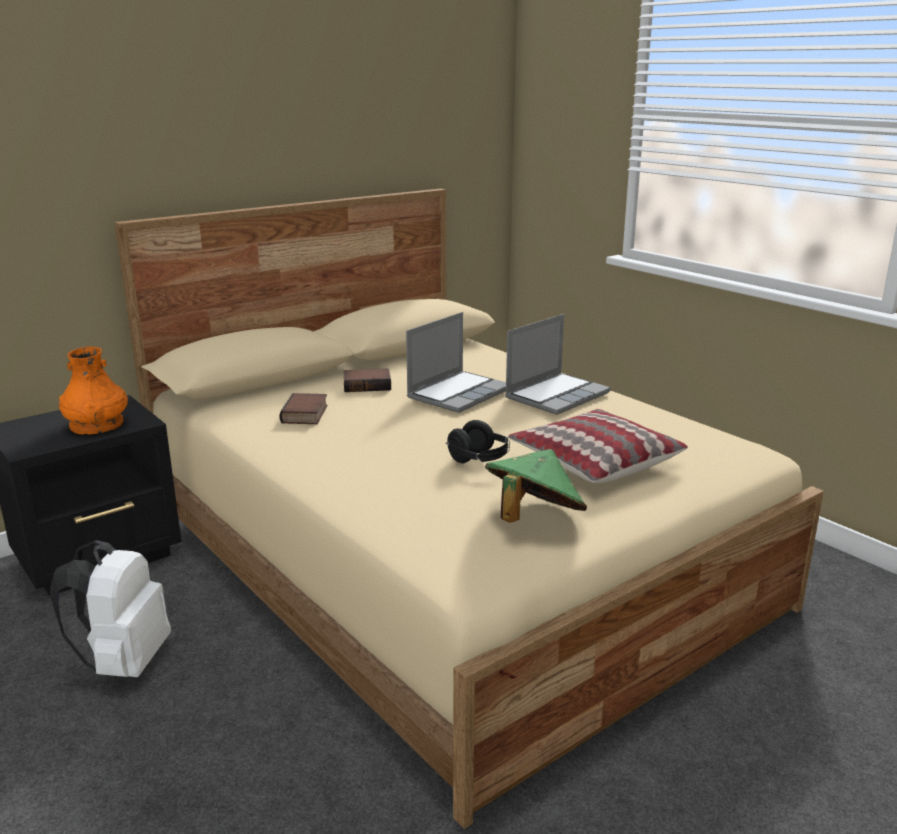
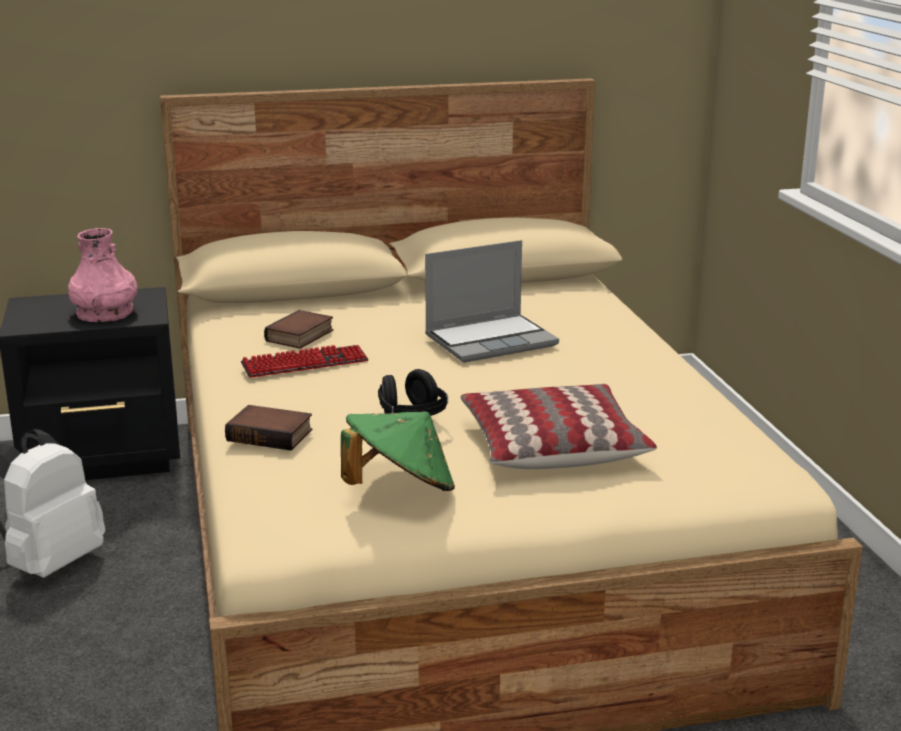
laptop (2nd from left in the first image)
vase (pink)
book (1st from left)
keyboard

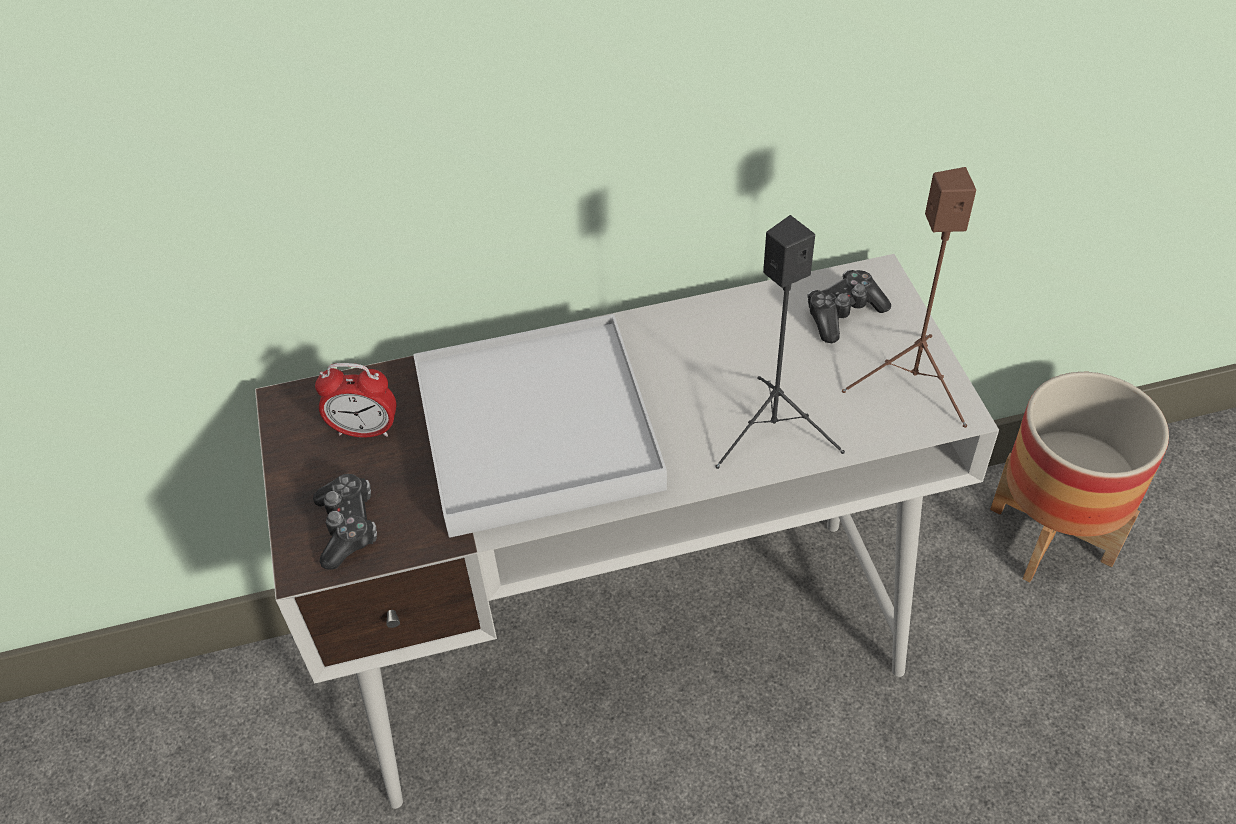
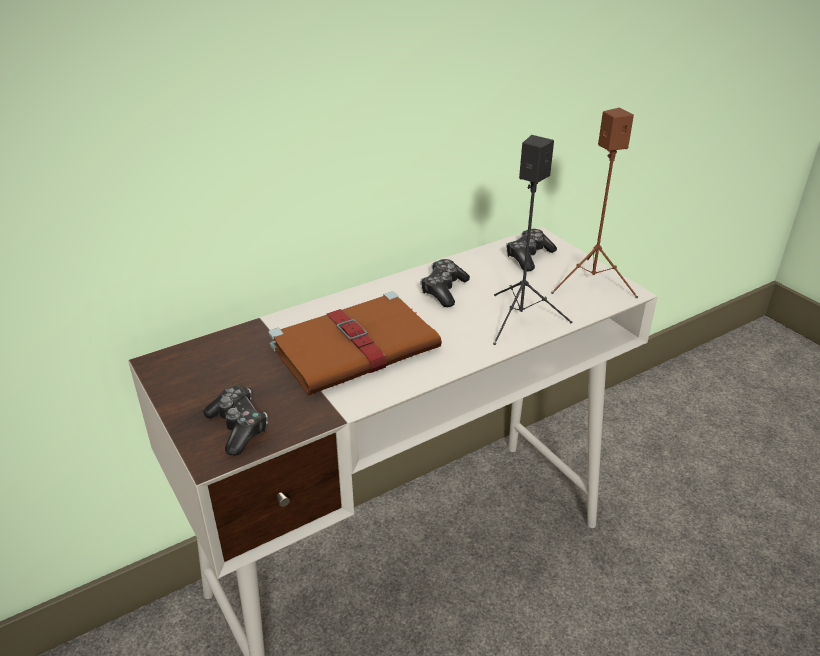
book (brown)
alarm clock
planter
game controller (2nd from left)

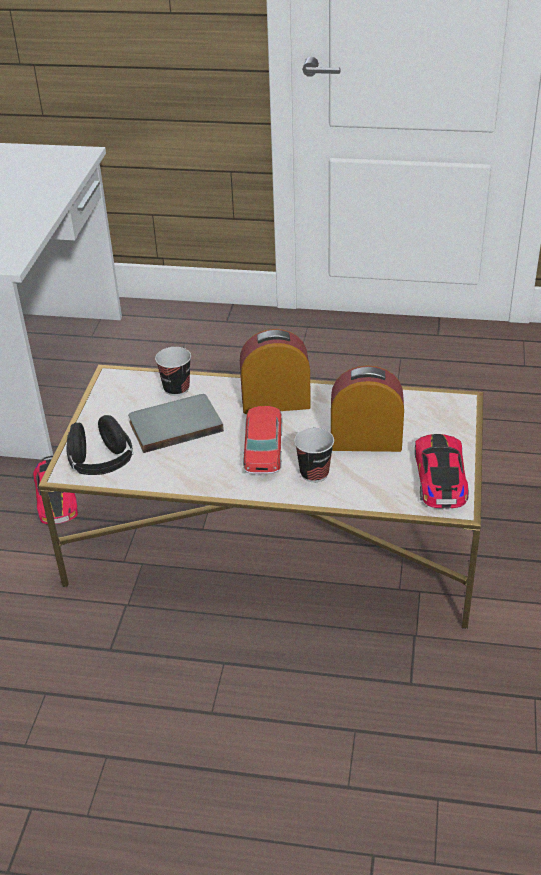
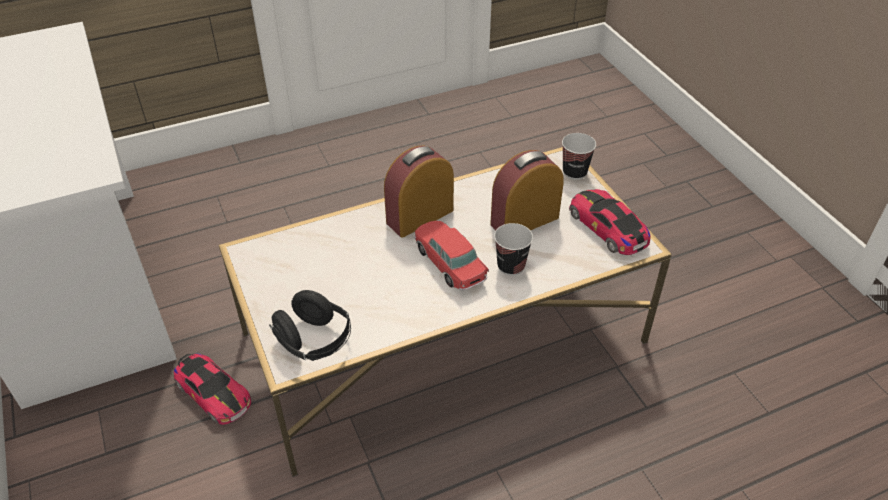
cup (2nd from left)
book (grey)

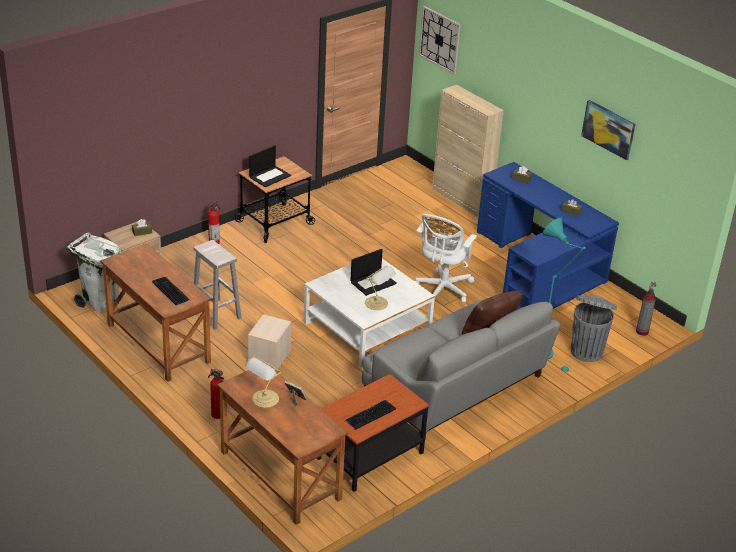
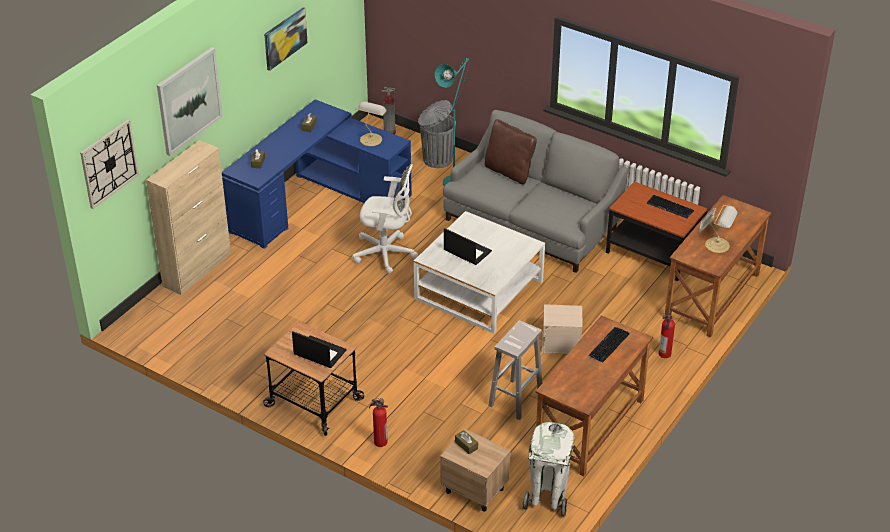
table lamp (1st from left)
picture (1st from left)

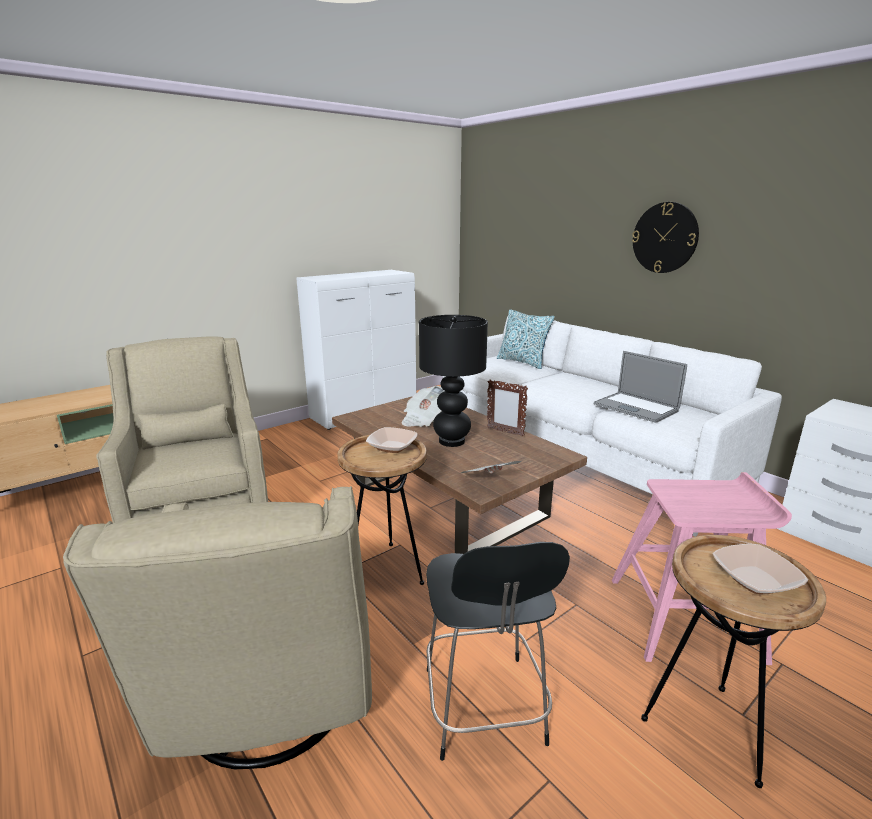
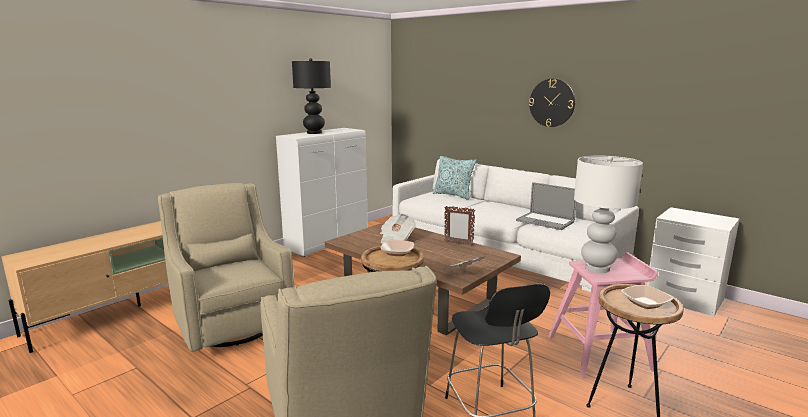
table lamp (black)
table lamp (white)

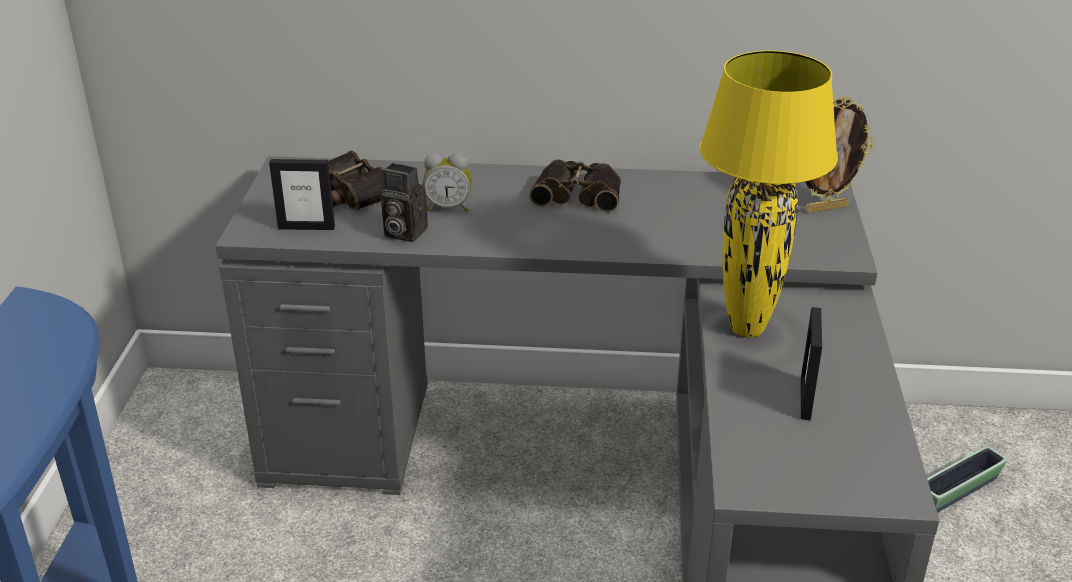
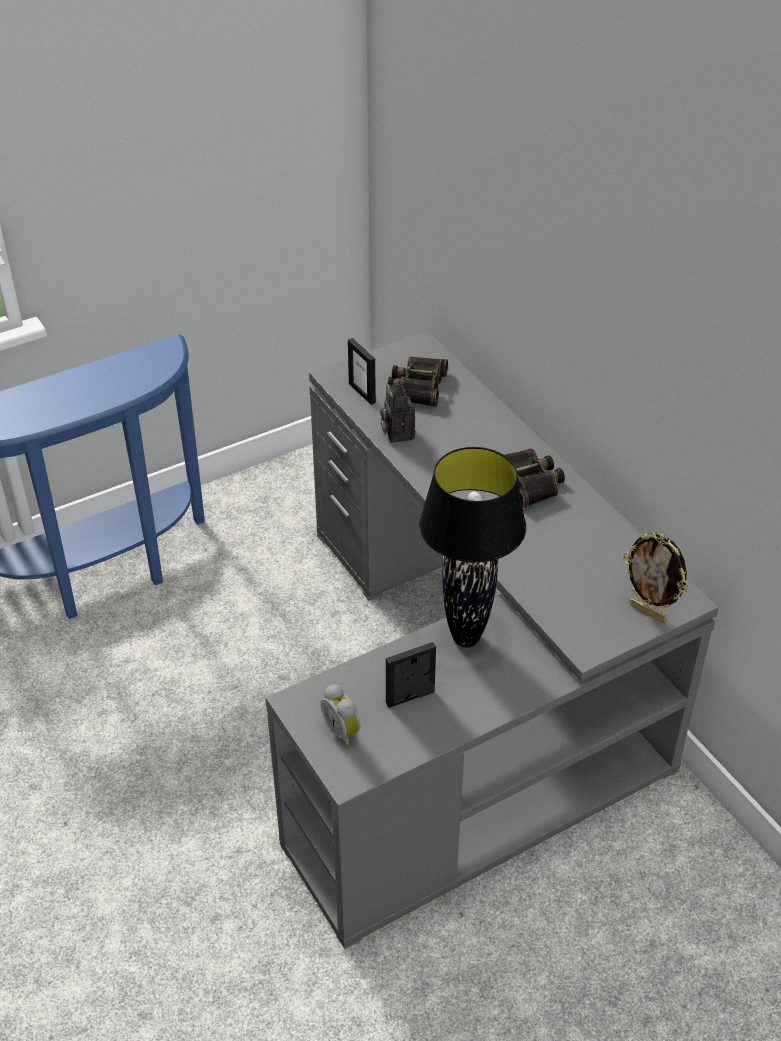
table lamp (black)
alarm clock
planter

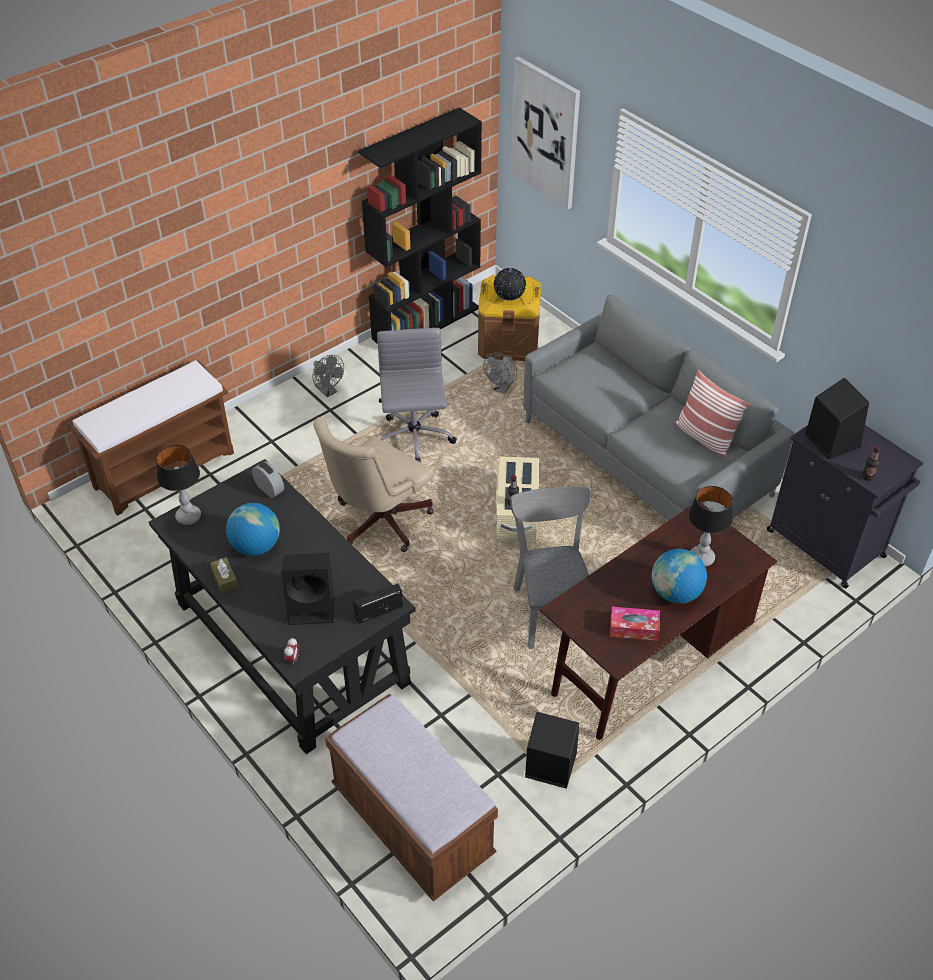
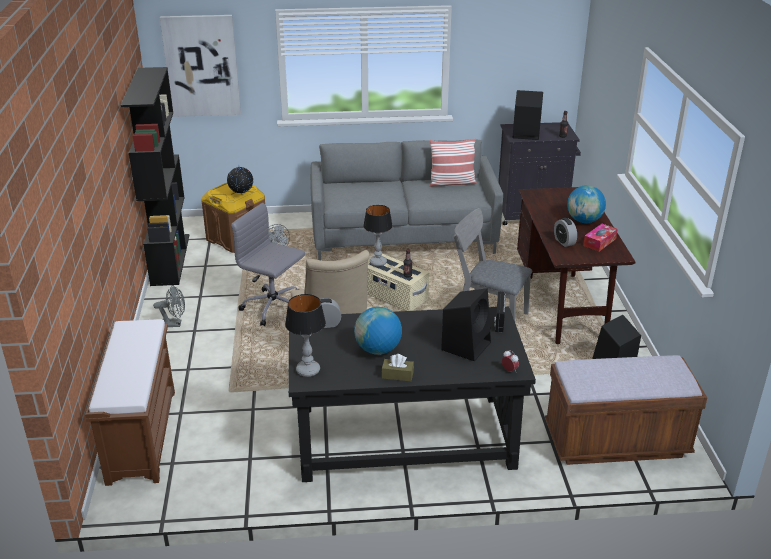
table lamp (2nd from left)
alarm clock (3rd from left)

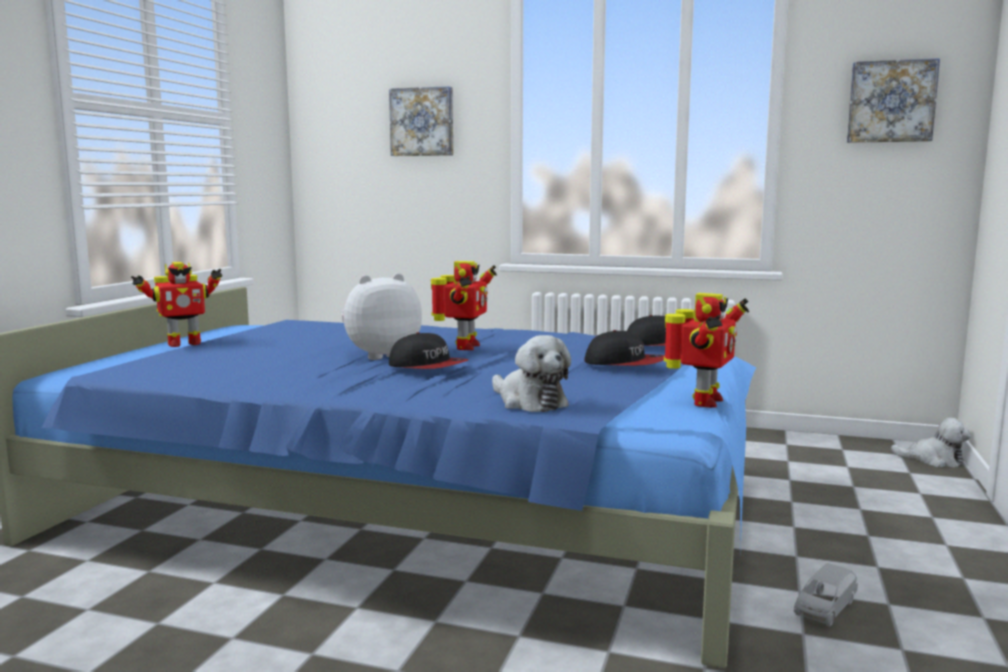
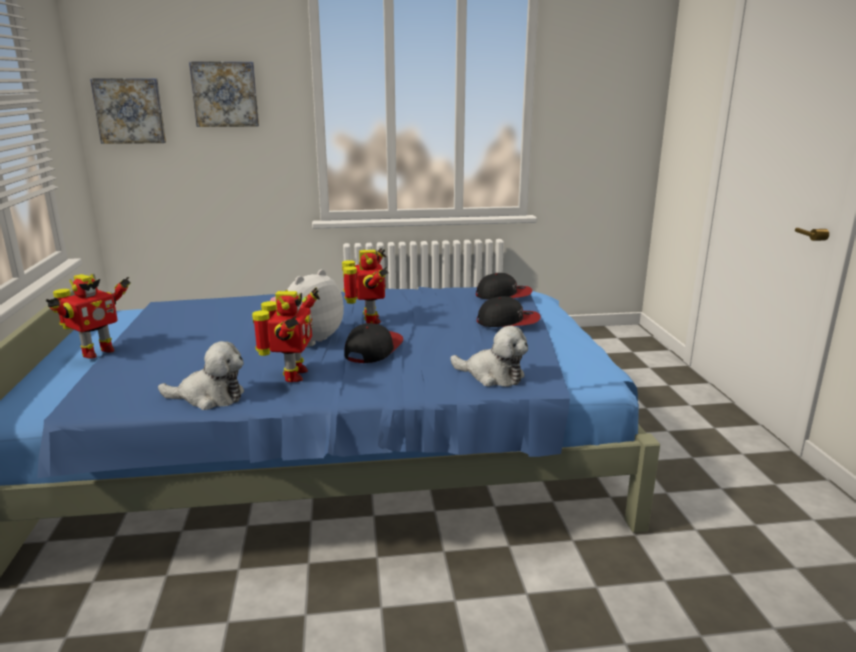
picture (1st from left)
toy robot (2nd from left)
cap (1st from left)
plush toy (1st from left)
toy car (grey)

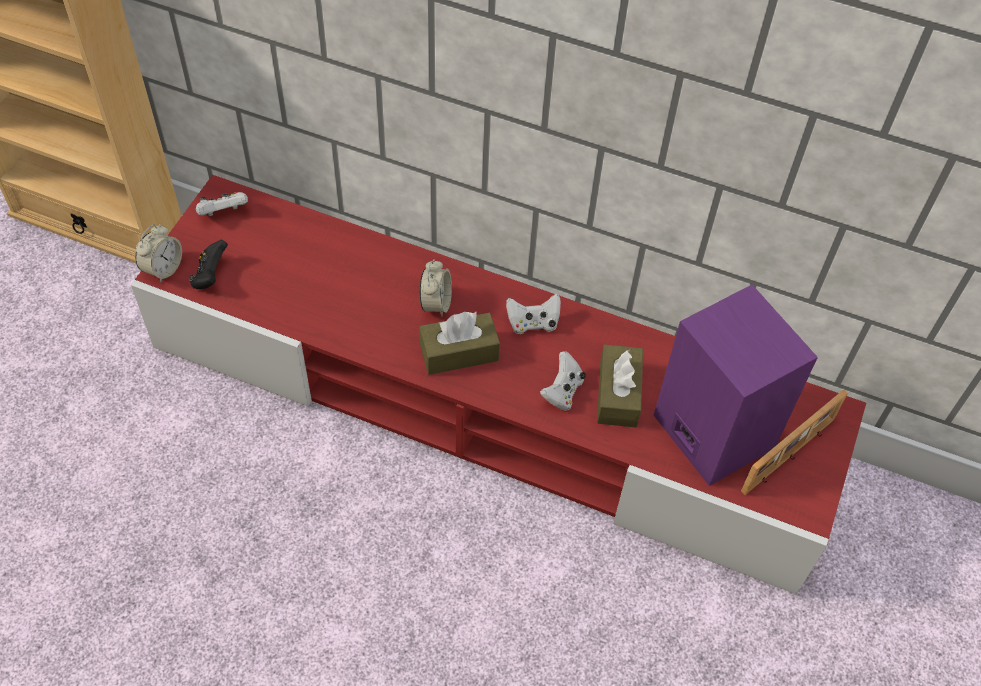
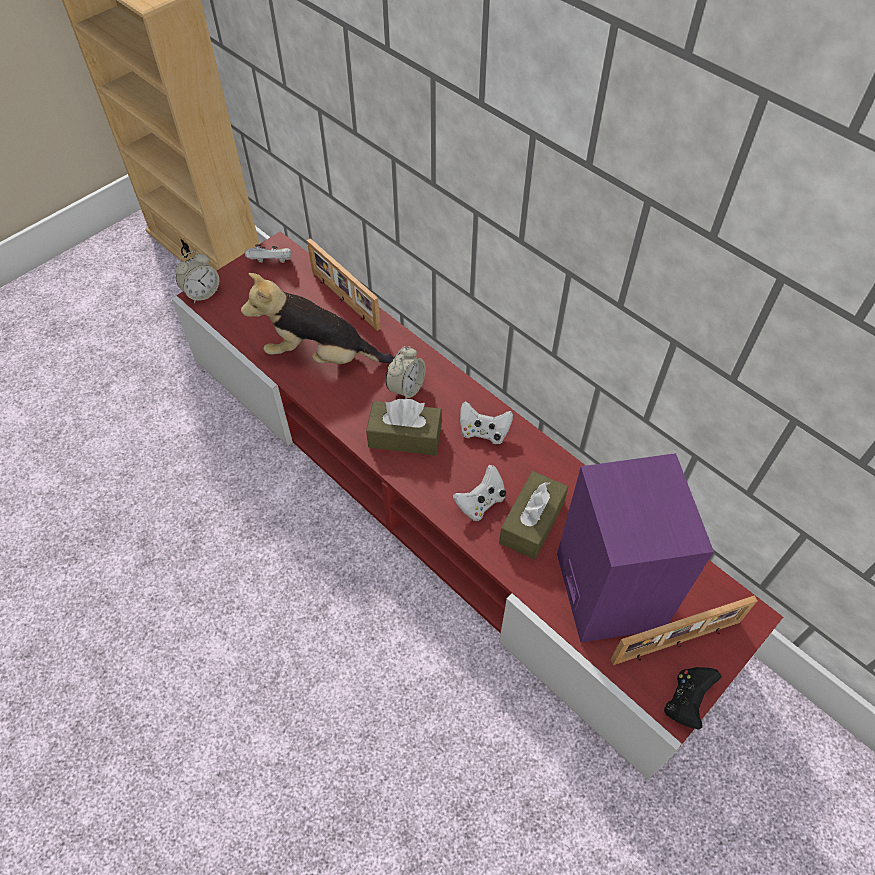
game controller (black)
picture frame (1st from left)
plush toy

